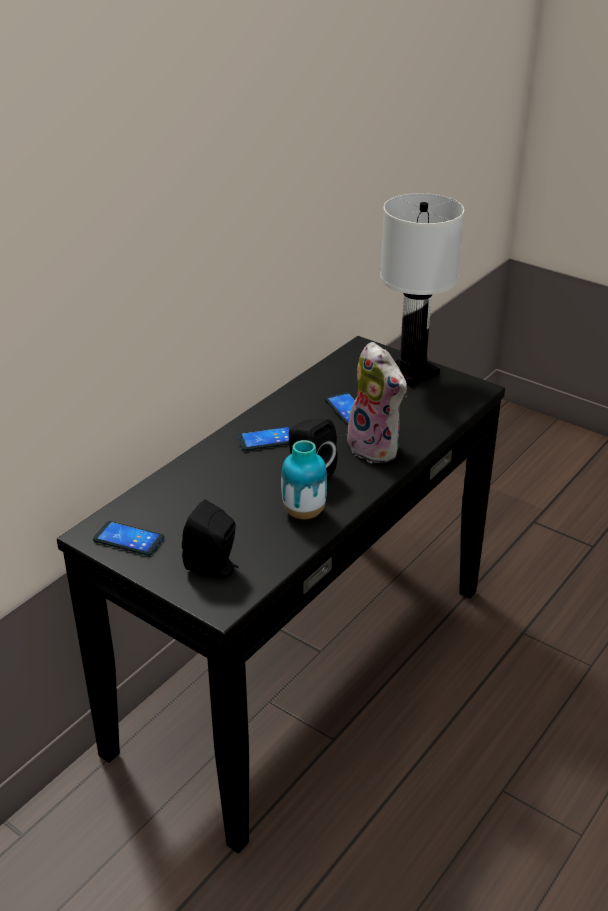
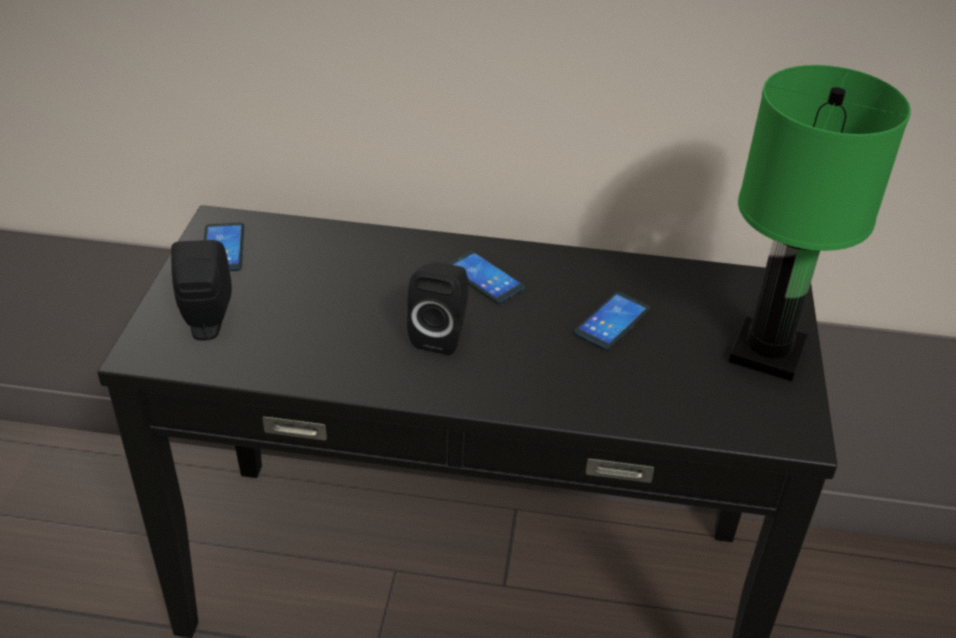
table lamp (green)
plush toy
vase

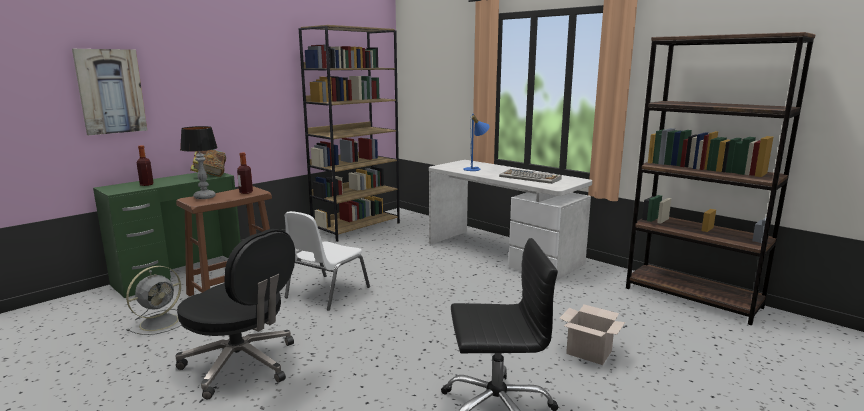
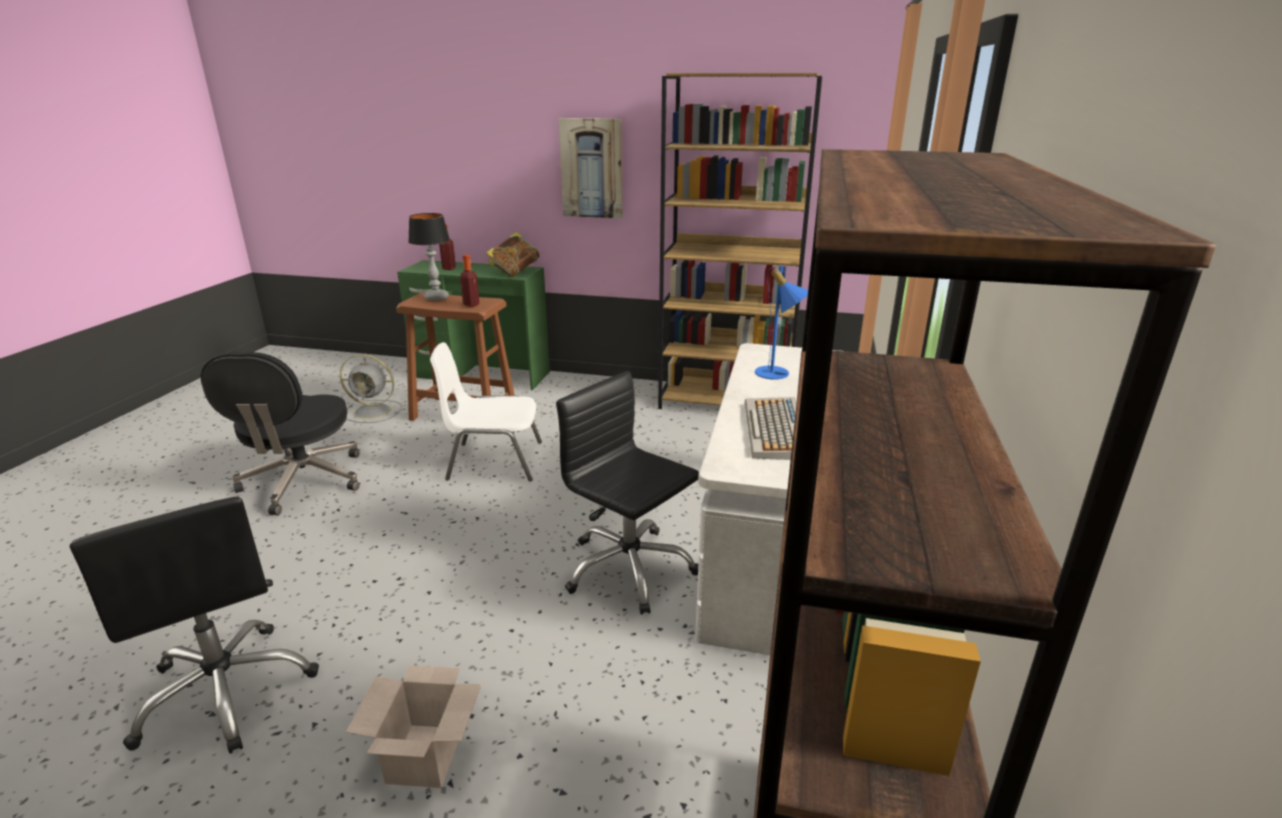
picture
office chair (black) (3rd from left)

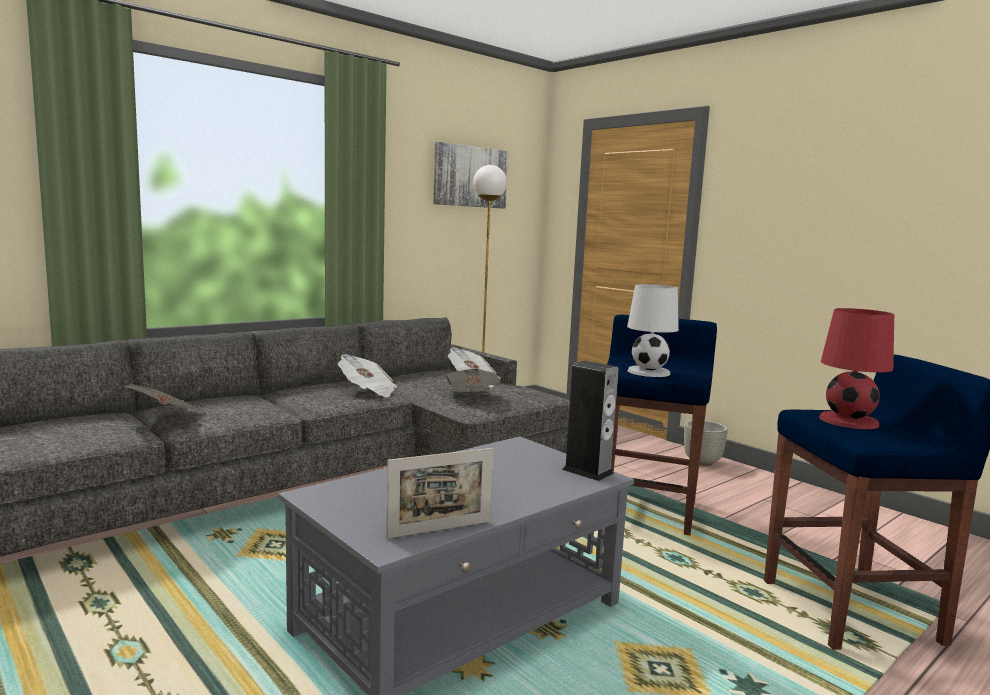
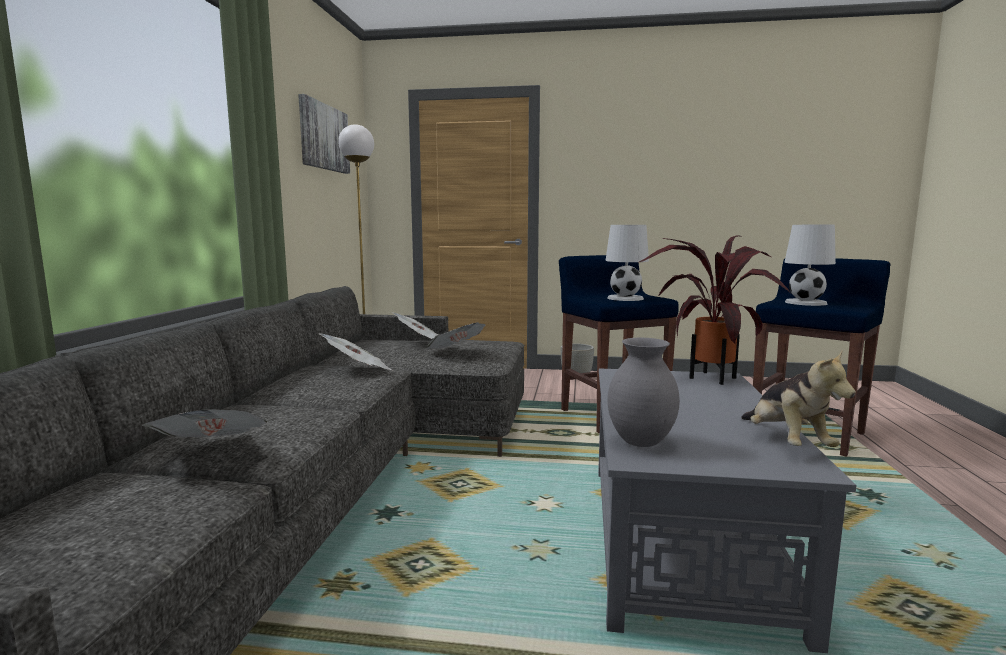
table lamp (white) (2nd from left)
potted plant
plush toy
vase (grey)

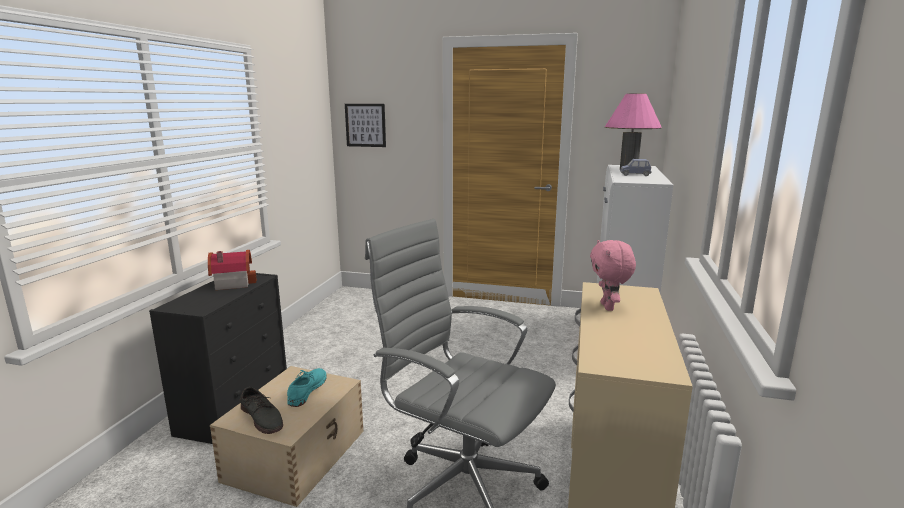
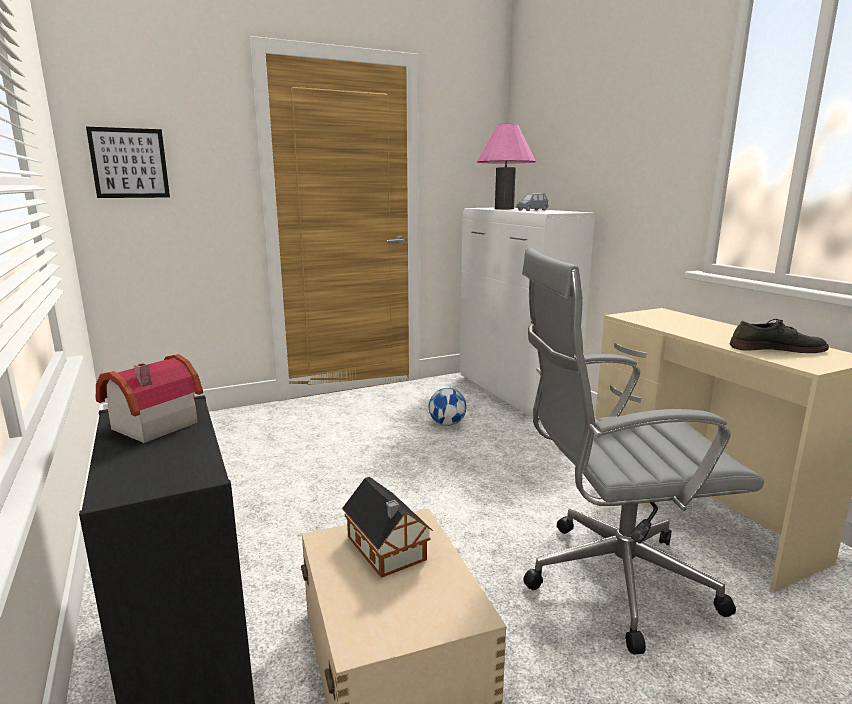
plush toy (pink)
toy house (2nd from left)
shoe (grey)
football

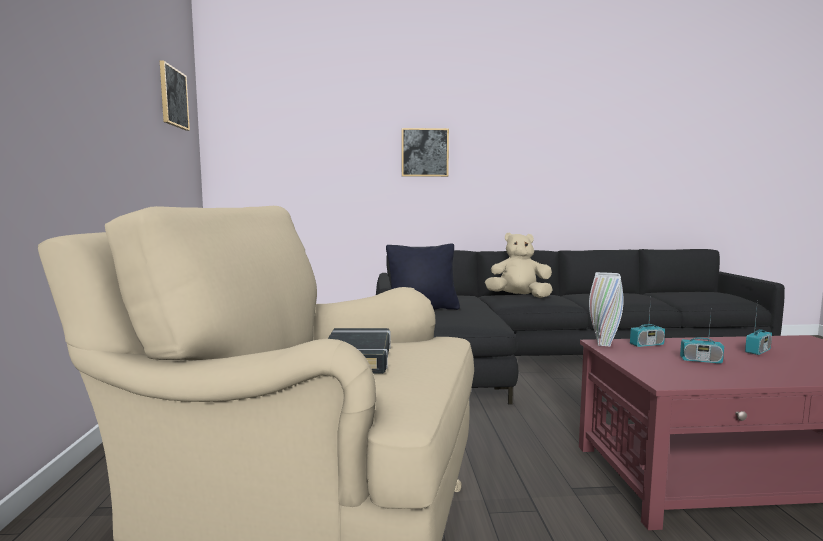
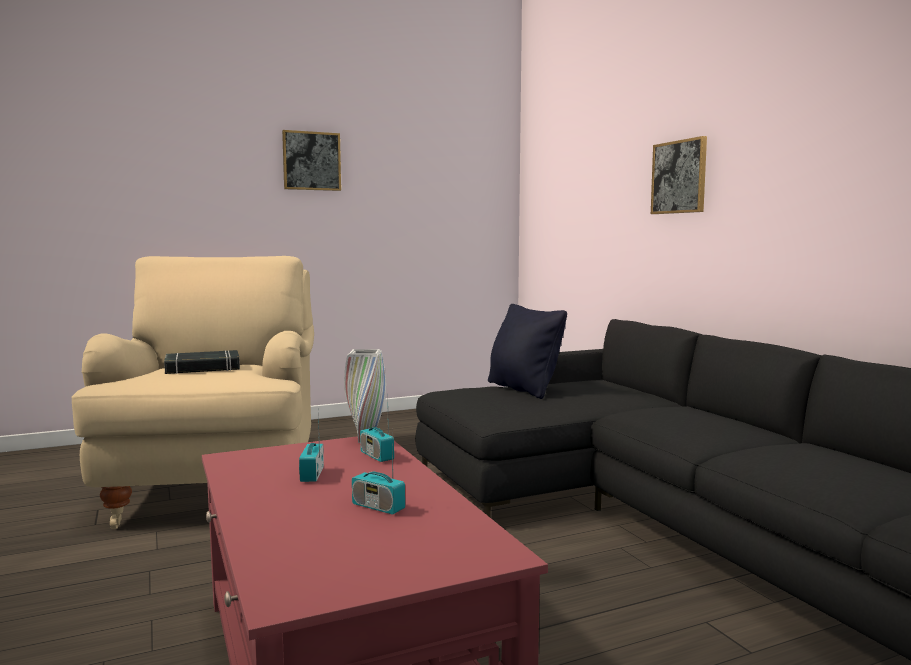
picture (1st from left)
plush toy (beige)

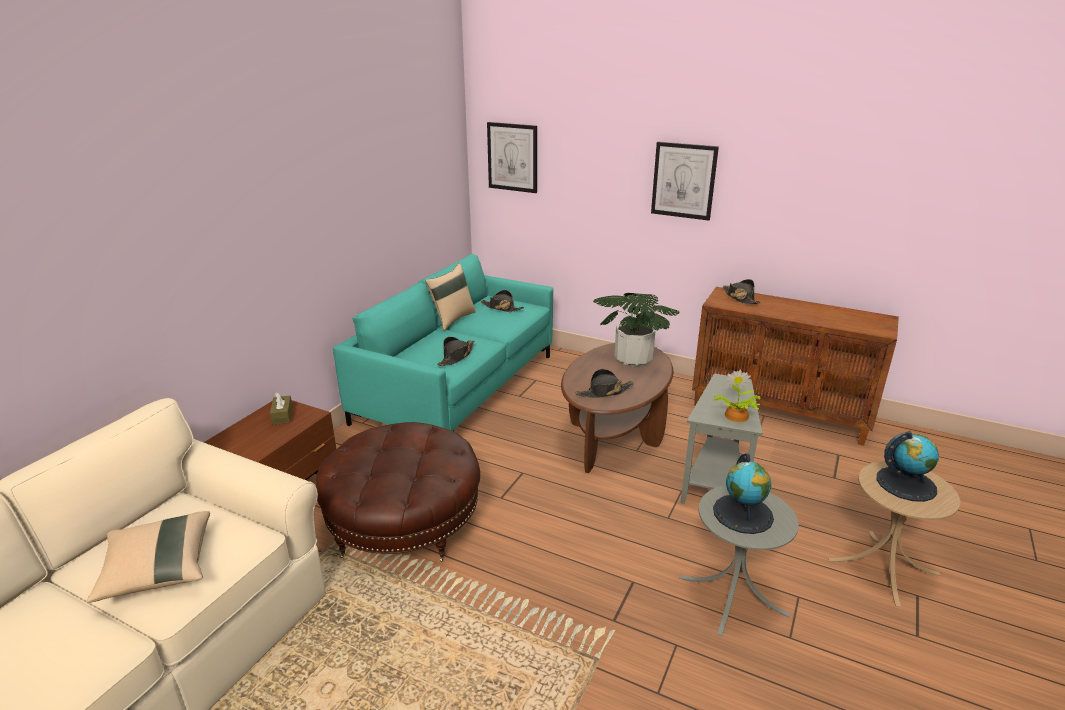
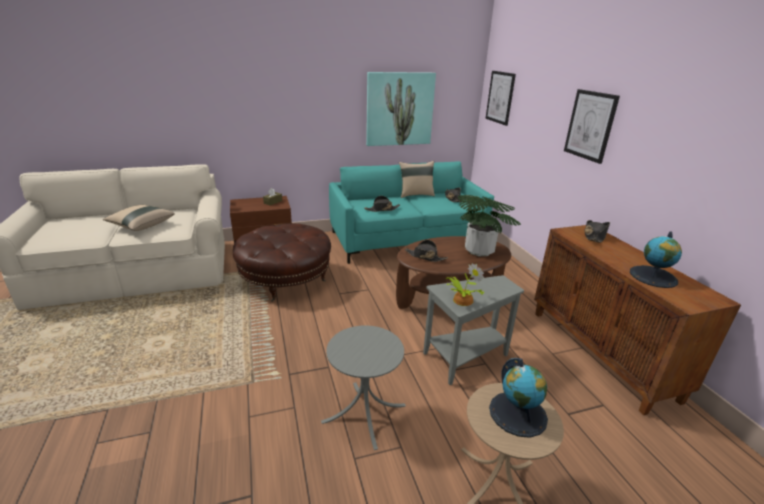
globe (2nd from left)
picture (1st from left)

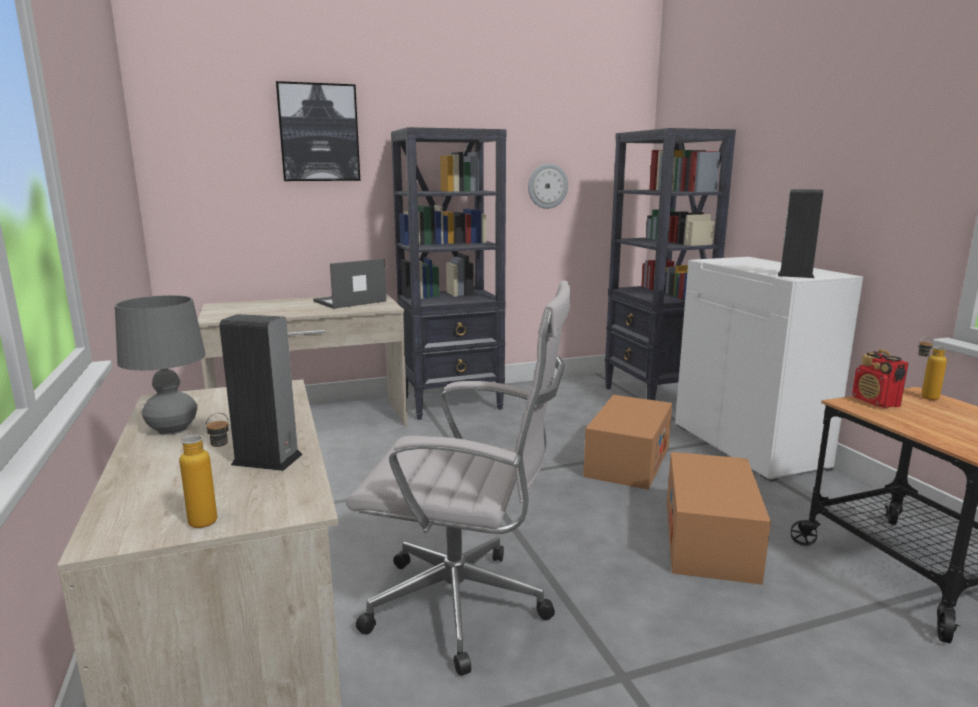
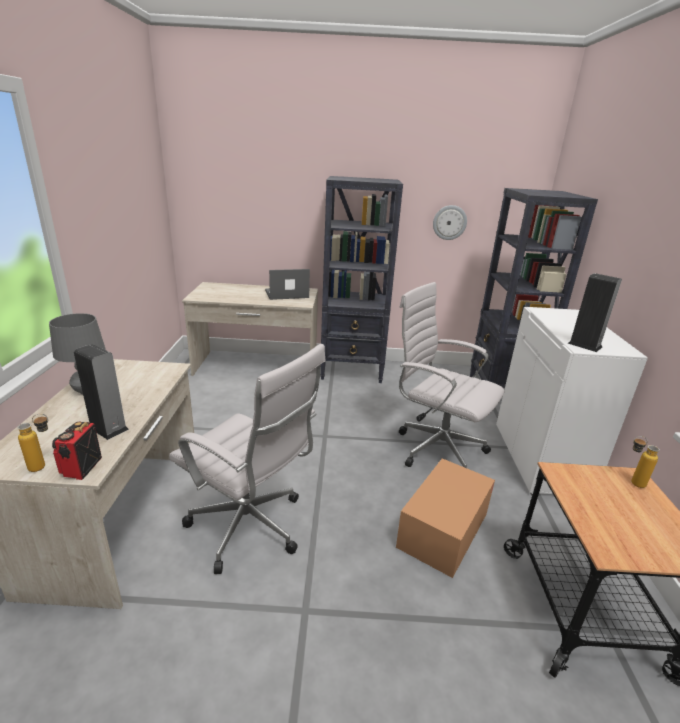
picture
radio
office chair (white) (2nd from left)

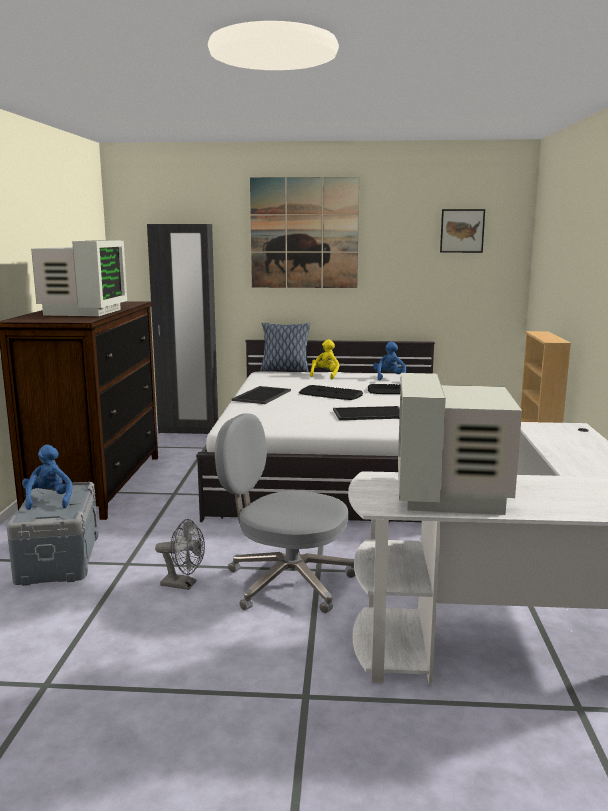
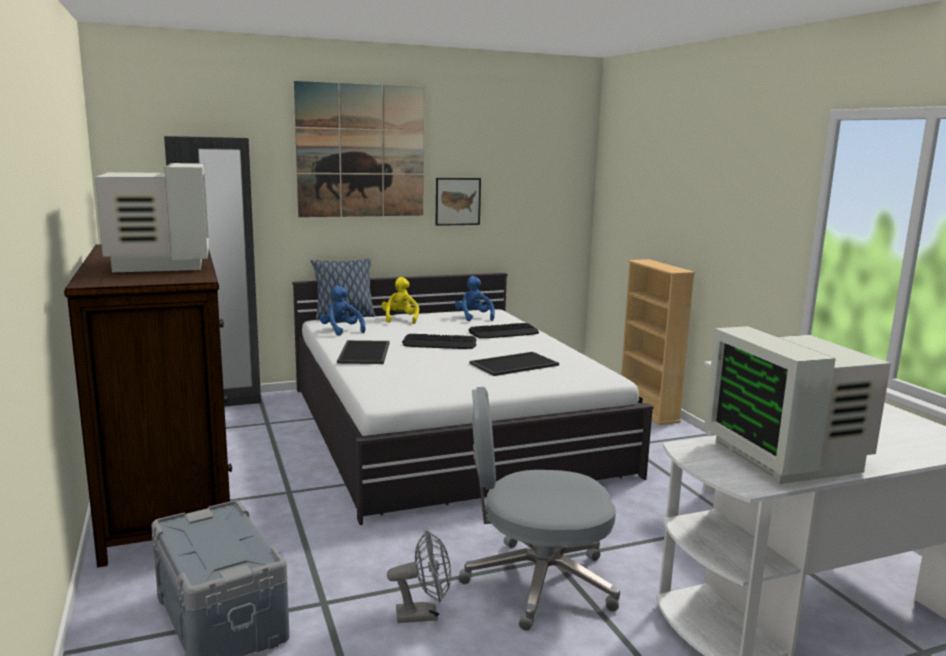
picture (2nd from left)
plush toy (blue) (1st from left)

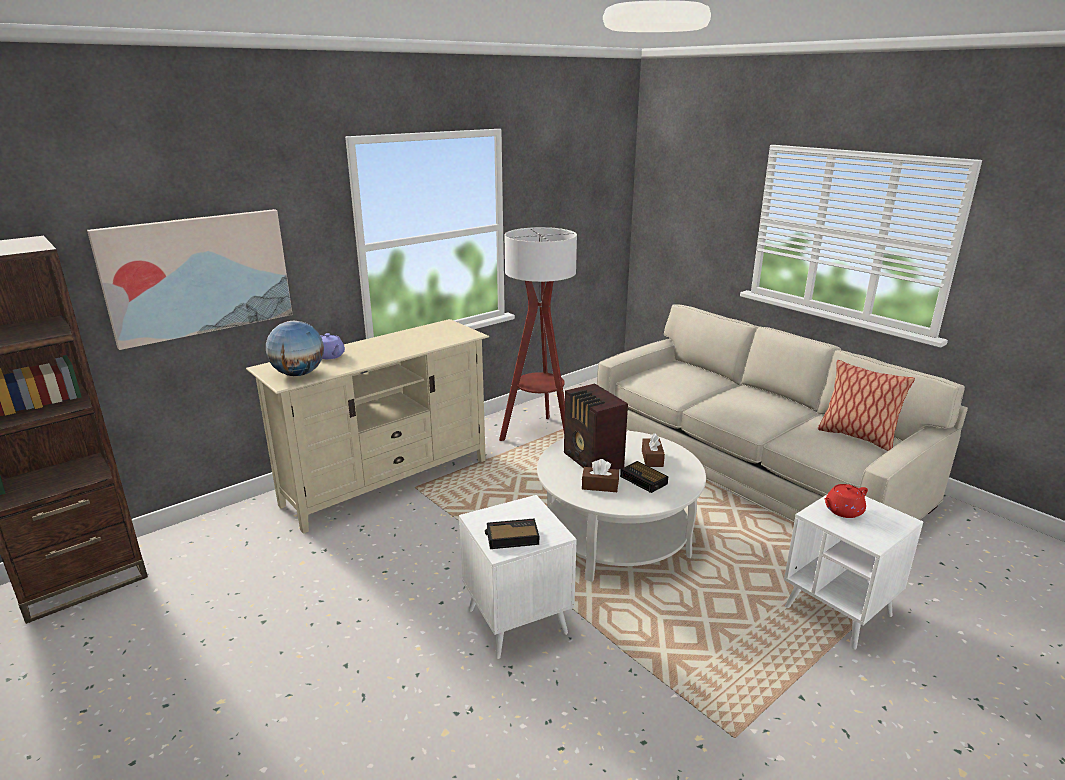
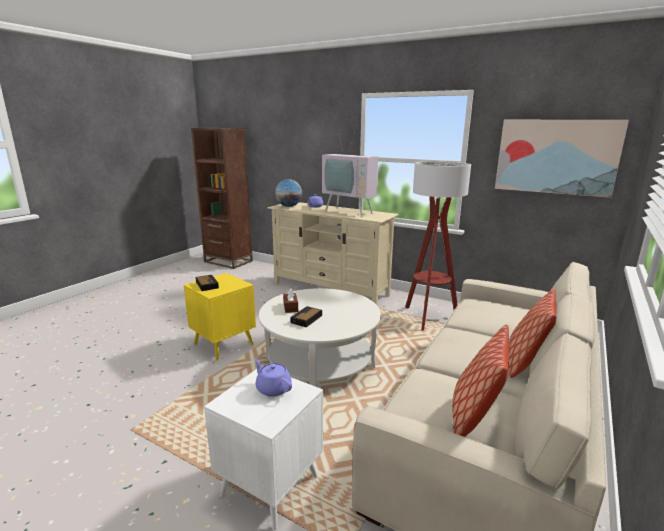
picture
radio
tissue box (brown) (2nd from left in the first image)
teapot (purple) (1st from left)
side table (yellow)
television
pillow (2nd from left)

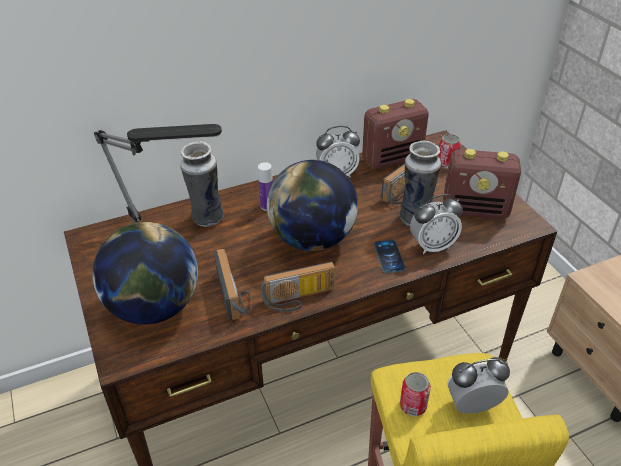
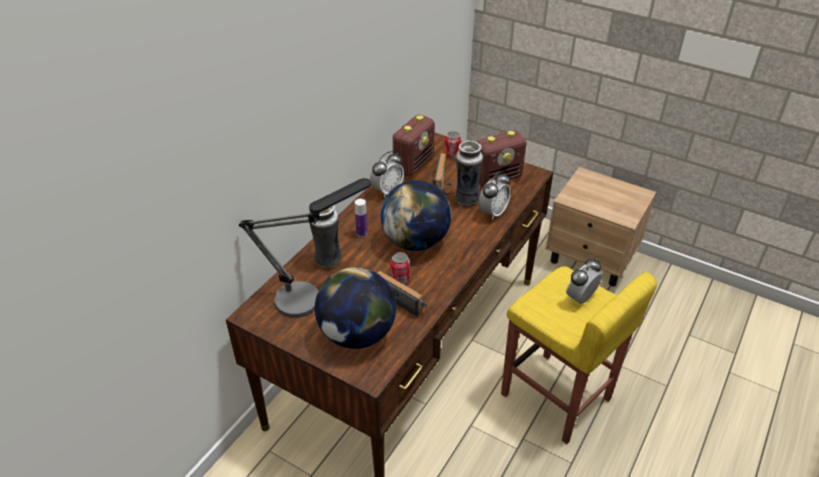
phone
radio (2nd from left in the first image)
can (1st from left)

